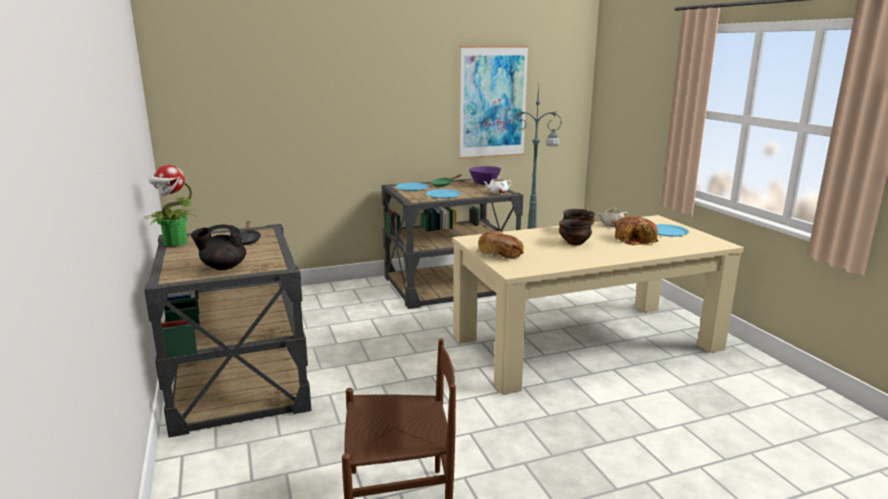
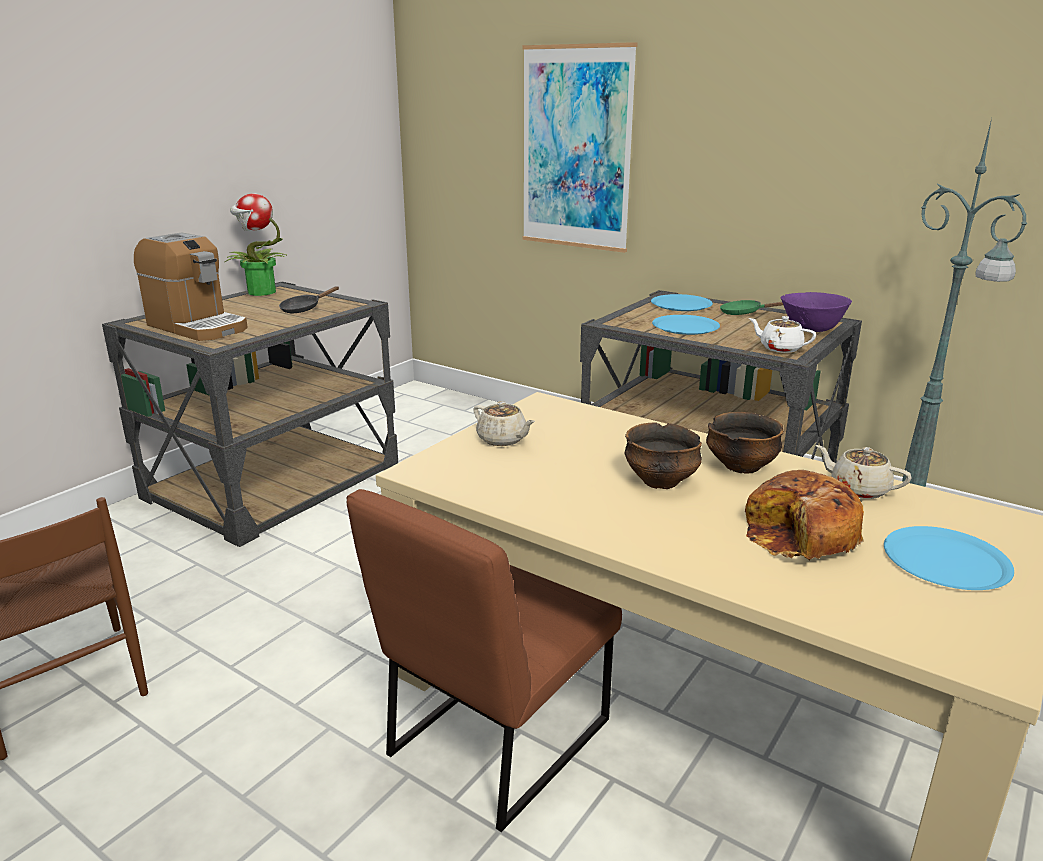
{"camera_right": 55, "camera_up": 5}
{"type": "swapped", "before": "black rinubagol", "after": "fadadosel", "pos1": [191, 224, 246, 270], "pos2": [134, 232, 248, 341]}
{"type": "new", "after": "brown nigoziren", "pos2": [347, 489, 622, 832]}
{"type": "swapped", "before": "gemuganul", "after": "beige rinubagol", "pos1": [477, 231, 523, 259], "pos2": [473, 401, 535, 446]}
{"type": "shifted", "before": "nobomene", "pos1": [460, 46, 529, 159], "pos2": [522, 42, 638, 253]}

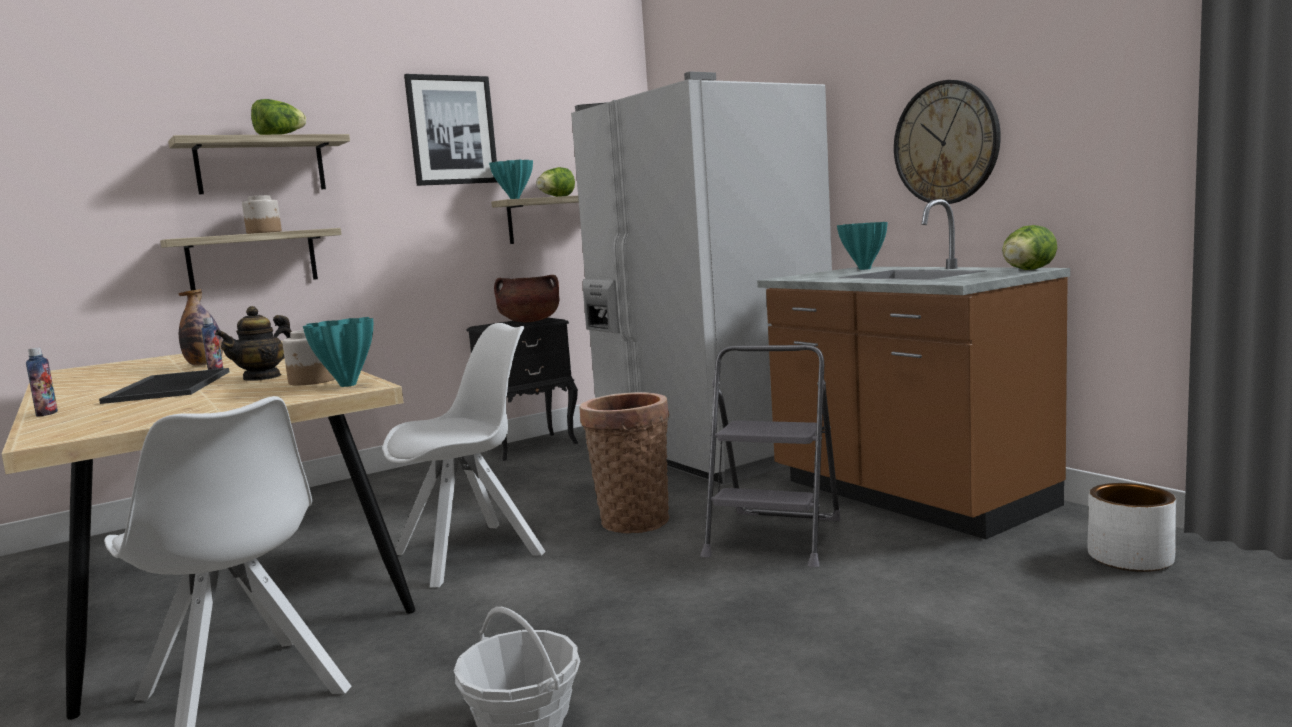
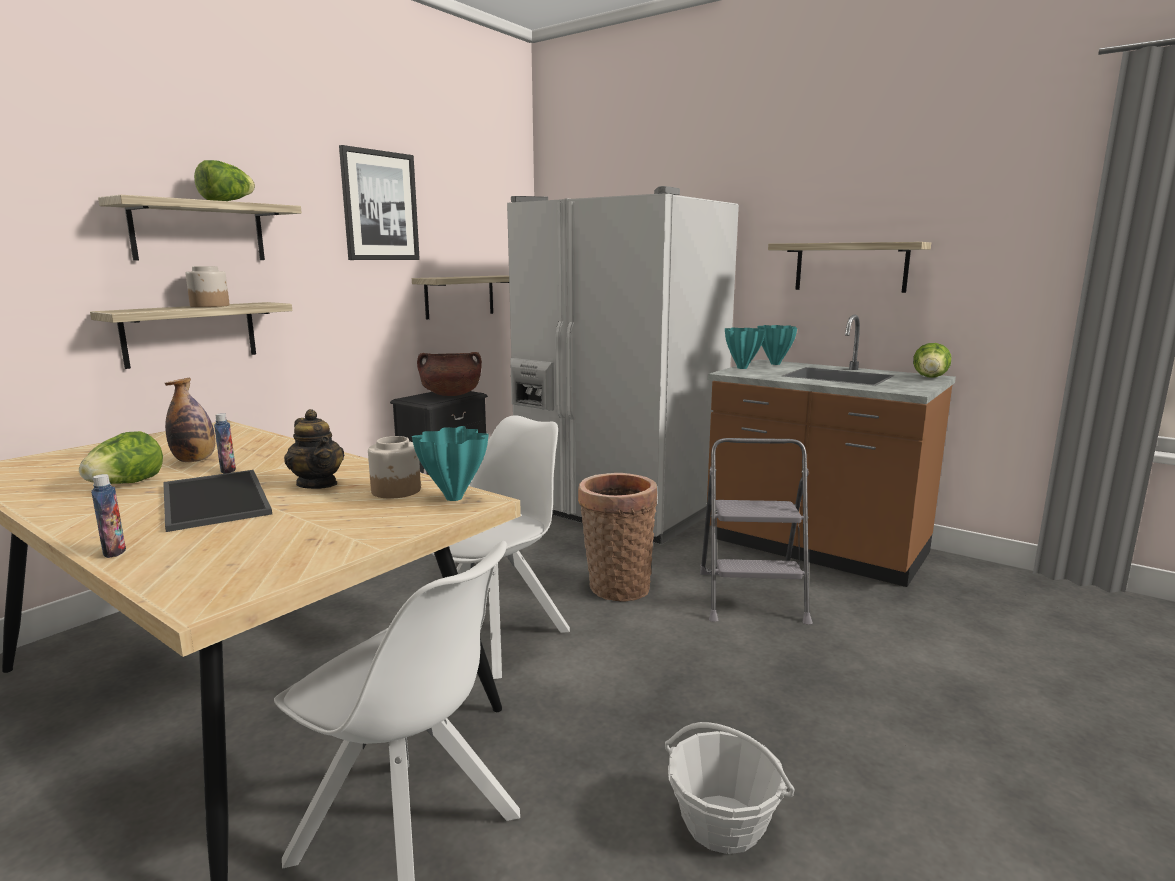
{"camera_right": -20, "camera_up": 5}
{"type": "shifted", "before": "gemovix", "pos1": [536, 167, 575, 197], "pos2": [79, 431, 163, 484]}
{"type": "rotated", "before": "rinubagol", "pos1": [215, 306, 292, 381], "pos2": [284, 409, 344, 489], "turn": -60}
{"type": "shifted", "before": "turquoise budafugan", "pos1": [489, 160, 533, 199], "pos2": [725, 328, 765, 369]}
{"type": "swapped", "before": "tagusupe", "after": "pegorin", "pos1": [894, 80, 1001, 205], "pos2": [768, 242, 931, 293]}
{"type": "gone", "before": "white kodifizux", "pos1": [1087, 483, 1176, 572]}

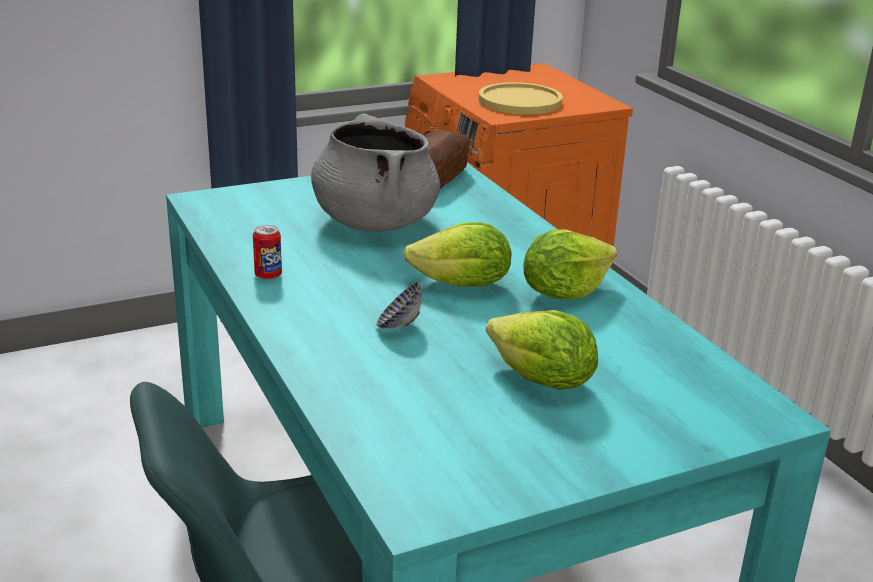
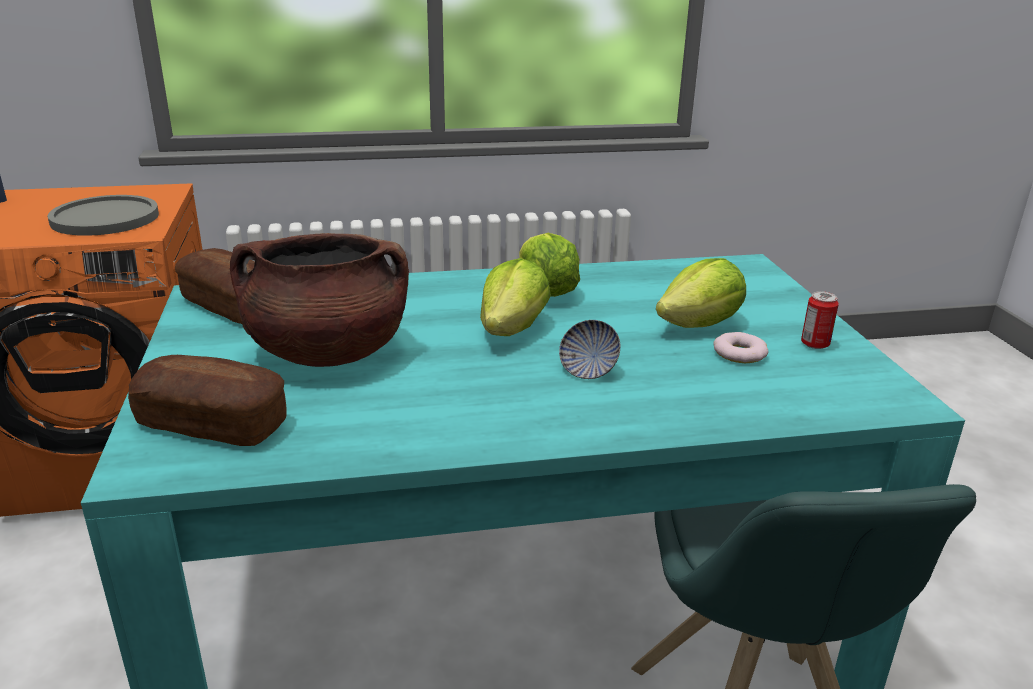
{"camera_right": -75, "camera_up": 0}
{"type": "repainted", "before": "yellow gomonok", "after": "grey gomonok", "pos1": [478, 82, 563, 115], "pos2": [47, 195, 159, 236]}
{"type": "new", "after": "gemuganul", "pos2": [128, 355, 287, 446]}
{"type": "repainted", "before": "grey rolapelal", "after": "brown rolapelal", "pos1": [311, 113, 440, 232], "pos2": [230, 233, 409, 367]}
{"type": "new", "after": "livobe", "pos2": [713, 332, 769, 363]}
{"type": "shifted", "before": "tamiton", "pos1": [253, 225, 282, 280], "pos2": [801, 291, 839, 349]}

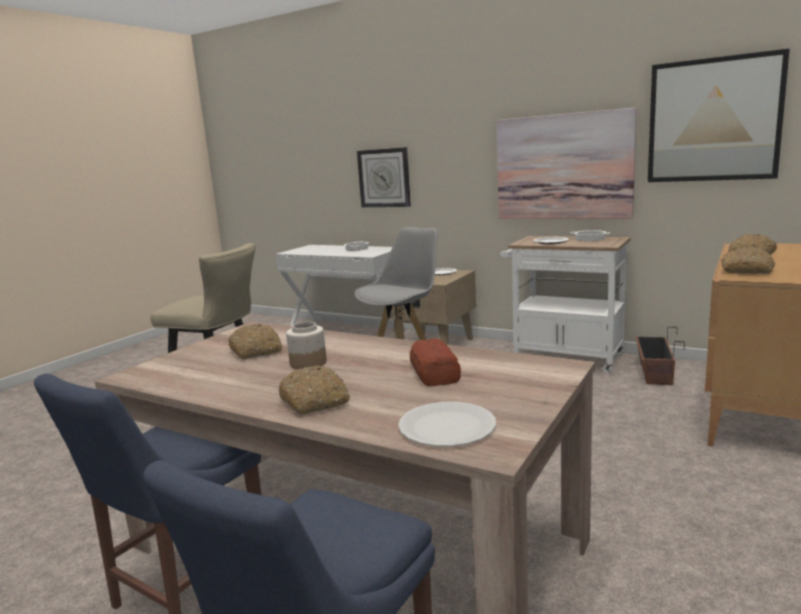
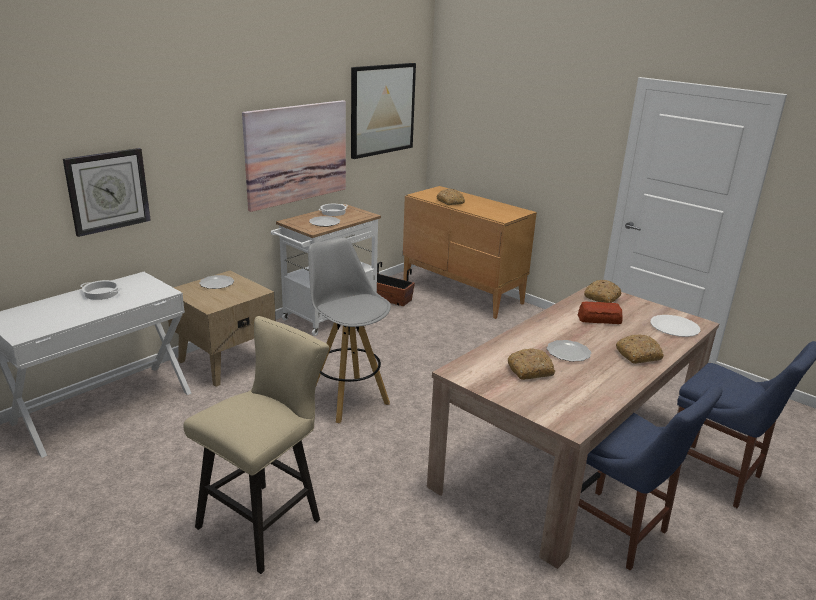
{"camera_right": -80, "camera_up": 10}
{"type": "swapped", "before": "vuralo", "after": "gomonok", "pos1": [286, 322, 327, 369], "pos2": [547, 340, 591, 362]}
{"type": "shifted", "before": "gemuganul", "pos1": [722, 247, 775, 274], "pos2": [584, 280, 621, 303]}

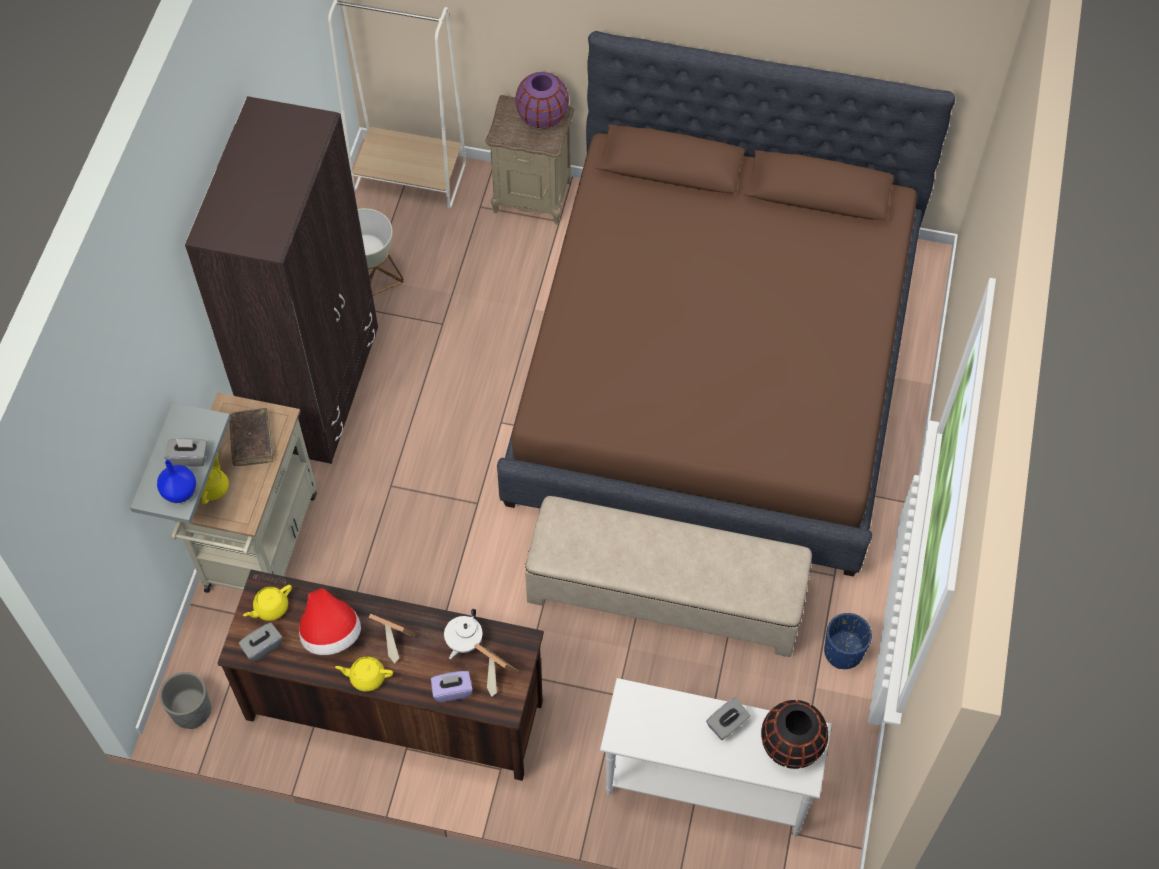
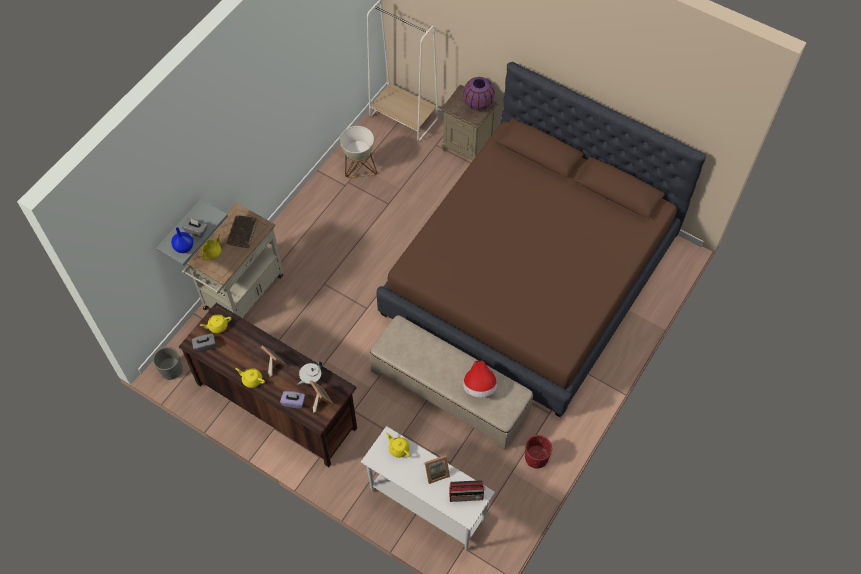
{"camera_right": 20, "camera_up": 0}
{"type": "new", "after": "yellow rinubagol", "pos2": [386, 432, 411, 458]}
{"type": "swapped", "before": "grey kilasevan", "after": "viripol", "pos1": [706, 697, 750, 740], "pos2": [423, 455, 450, 484]}
{"type": "swapped", "before": "black budafugan", "after": "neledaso", "pos1": [761, 700, 828, 769], "pos2": [449, 480, 485, 502]}
{"type": "shifted", "before": "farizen", "pos1": [299, 588, 361, 655], "pos2": [463, 361, 497, 398]}
{"type": "repainted", "before": "blue kodifizux", "after": "red kodifizux", "pos1": [824, 613, 872, 669], "pos2": [525, 435, 552, 468]}
{"type": "gone", "before": "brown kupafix", "pos1": [185, 96, 378, 464]}

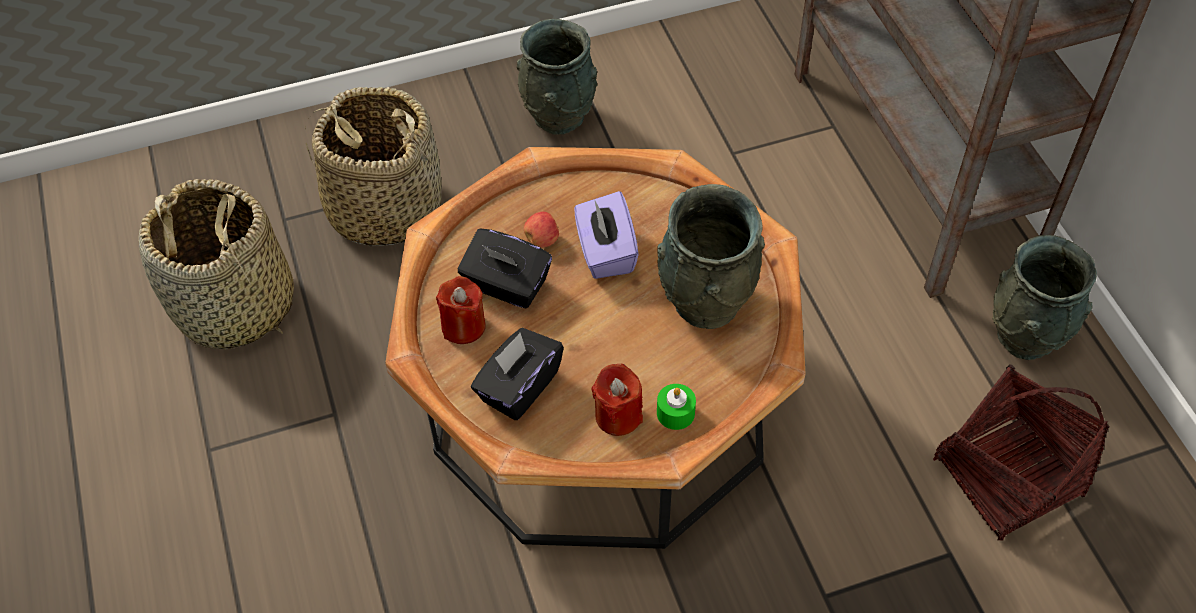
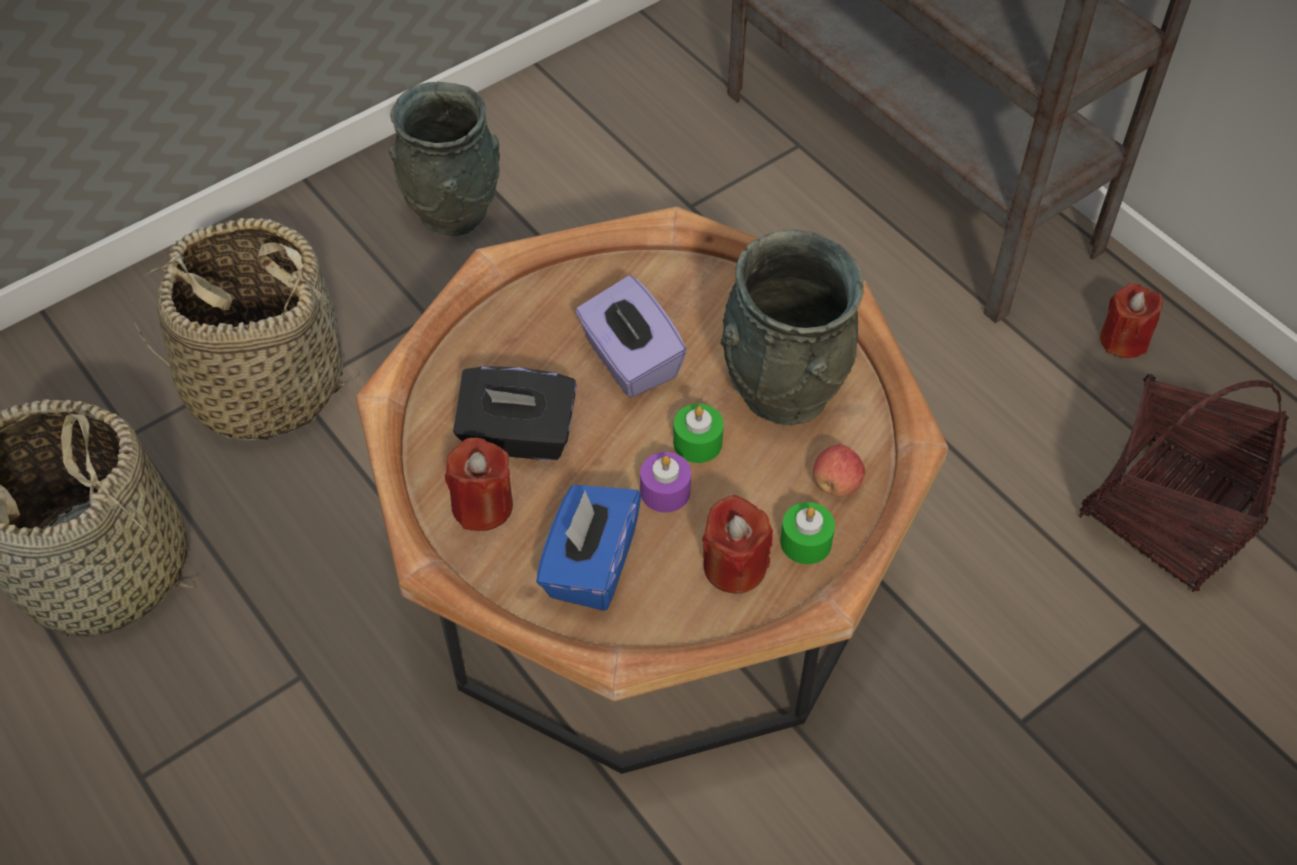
{"camera_right": -20, "camera_up": 0}
{"type": "repainted", "before": "black kilasevan", "after": "blue kilasevan", "pos1": [471, 328, 564, 420], "pos2": [536, 485, 641, 611]}
{"type": "new", "after": "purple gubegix", "pos2": [640, 452, 691, 513]}
{"type": "new", "after": "green gubegix", "pos2": [673, 404, 724, 463]}
{"type": "shifted", "before": "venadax", "pos1": [524, 212, 559, 248], "pos2": [813, 444, 865, 497]}
{"type": "swapped", "before": "grey budafugan", "after": "red gubegix", "pos1": [992, 235, 1097, 360], "pos2": [1100, 283, 1163, 359]}

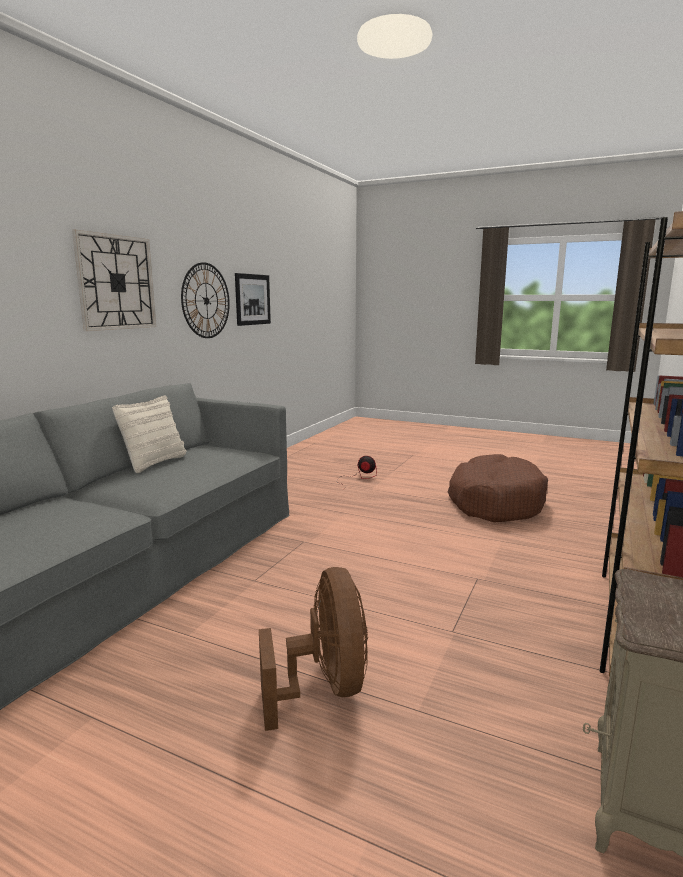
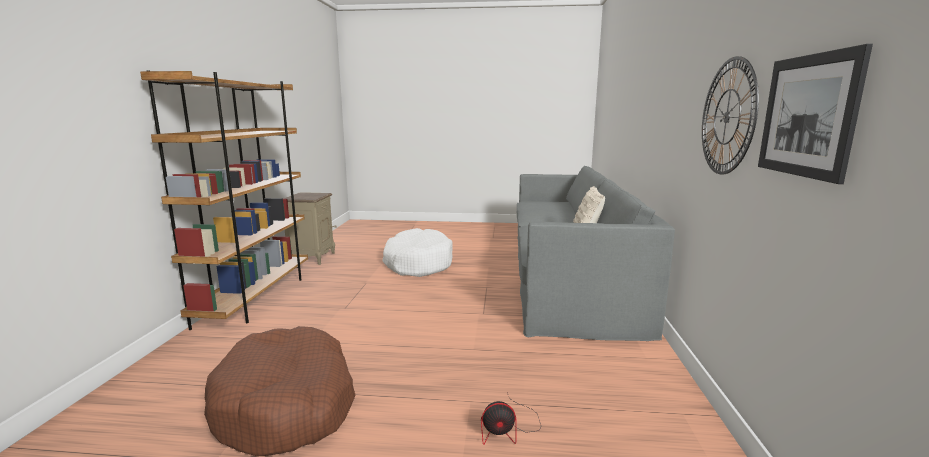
{"camera_right": 160, "camera_up": 0}
{"type": "swapped", "before": "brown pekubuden", "after": "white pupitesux", "pos1": [259, 567, 368, 731], "pos2": [382, 228, 453, 277]}
{"type": "gone", "before": "tagusupe", "pos1": [72, 230, 156, 331]}

